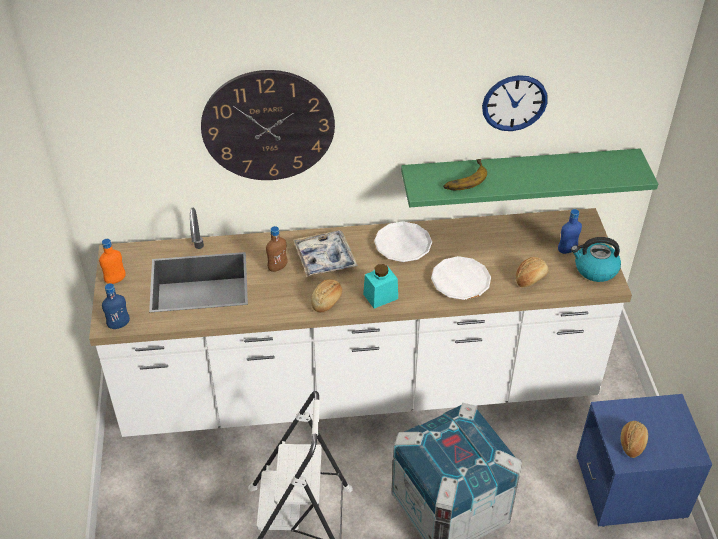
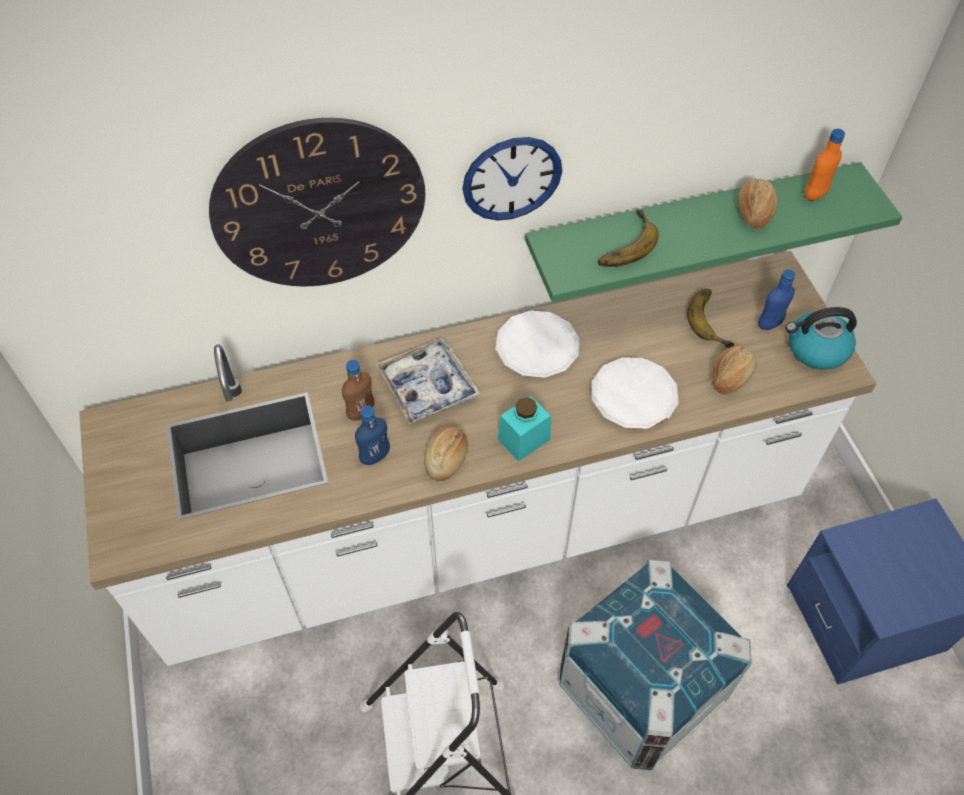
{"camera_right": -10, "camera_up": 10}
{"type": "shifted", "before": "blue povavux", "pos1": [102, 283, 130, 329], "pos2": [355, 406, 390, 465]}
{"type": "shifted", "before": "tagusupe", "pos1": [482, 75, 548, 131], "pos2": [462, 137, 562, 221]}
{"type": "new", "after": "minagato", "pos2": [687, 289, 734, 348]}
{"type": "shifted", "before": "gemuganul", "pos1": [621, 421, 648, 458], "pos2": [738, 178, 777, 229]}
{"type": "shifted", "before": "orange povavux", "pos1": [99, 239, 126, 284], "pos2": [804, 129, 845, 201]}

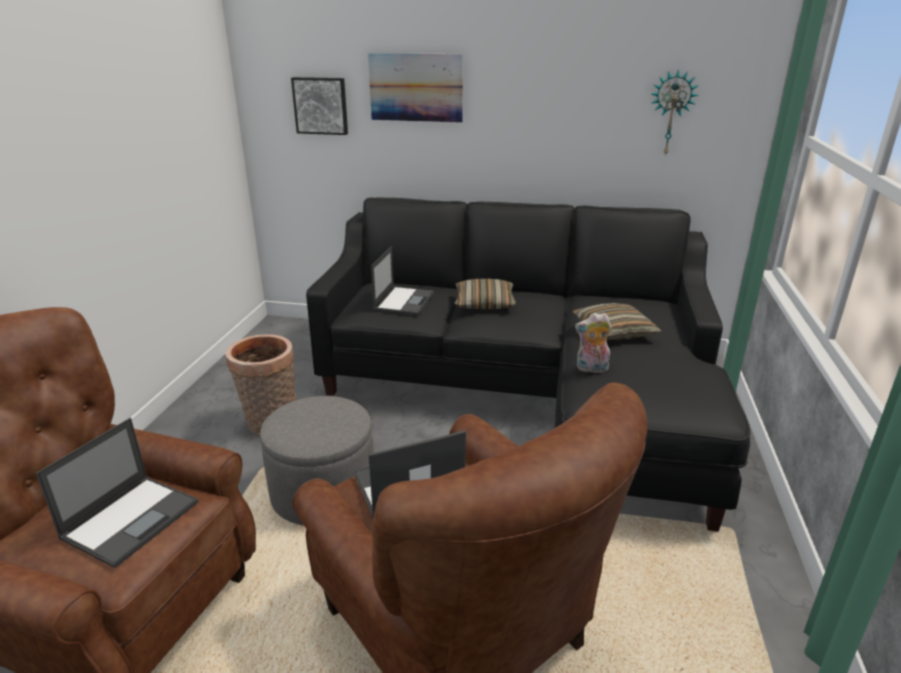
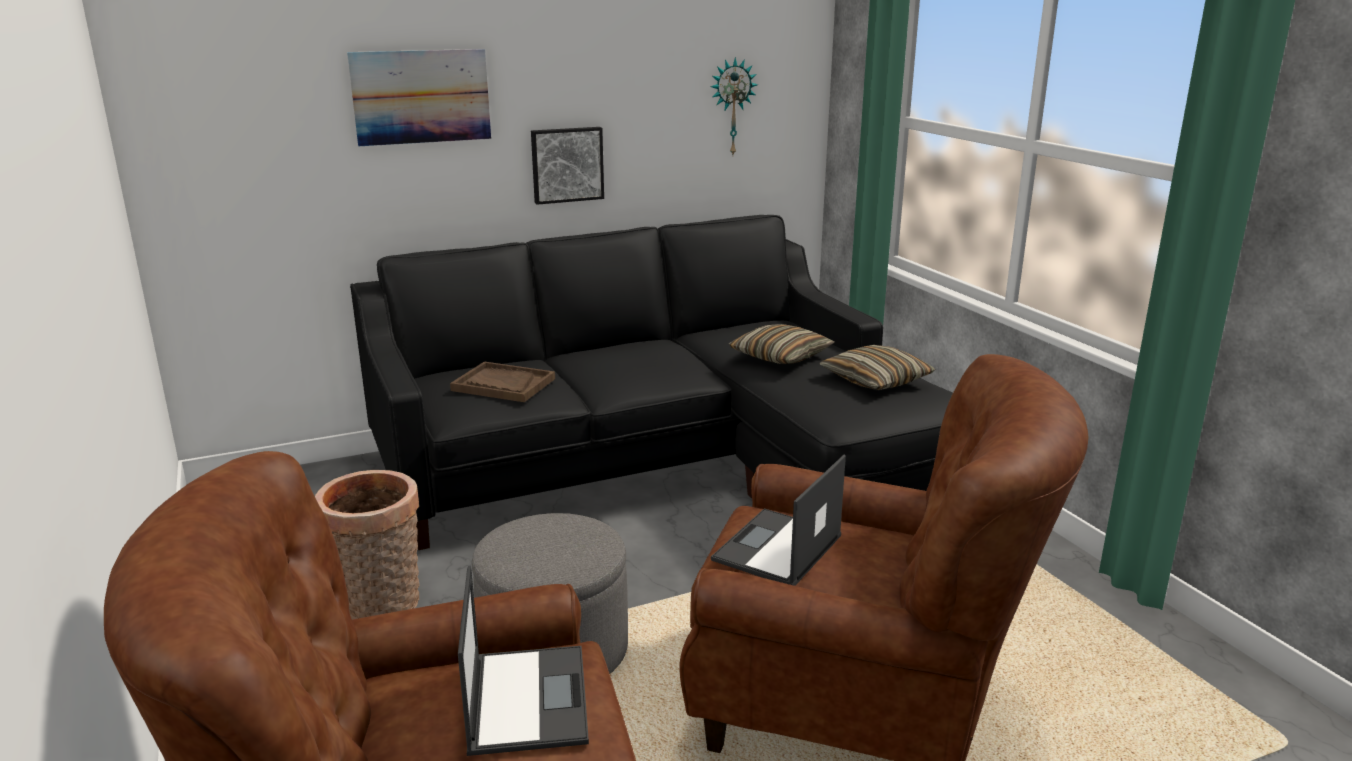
{"camera_right": -35, "camera_up": -5}
{"type": "swapped", "before": "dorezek", "after": "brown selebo", "pos1": [371, 246, 434, 315], "pos2": [450, 361, 555, 402]}
{"type": "shifted", "before": "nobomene", "pos1": [291, 77, 348, 135], "pos2": [531, 127, 604, 205]}
{"type": "shifted", "before": "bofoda", "pos1": [455, 279, 516, 310], "pos2": [820, 345, 935, 390]}
{"type": "gone", "before": "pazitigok", "pos1": [575, 313, 612, 373]}

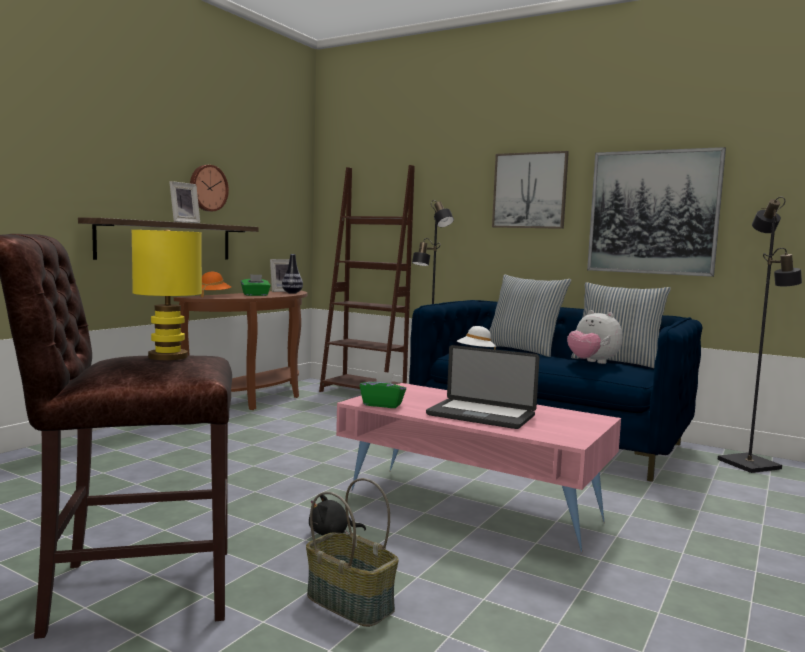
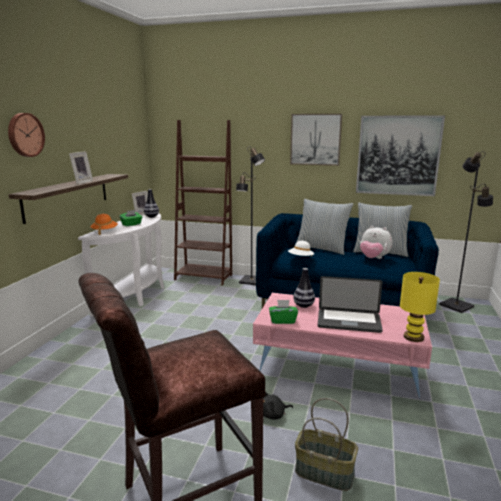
{"camera_right": -15, "camera_up": 10}
{"type": "shifted", "before": "tagusupe", "pos1": [190, 165, 229, 211], "pos2": [8, 113, 45, 157]}
{"type": "repainted", "before": "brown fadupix", "after": "white fadupix", "pos1": [174, 290, 307, 410], "pos2": [78, 214, 164, 317]}
{"type": "new", "after": "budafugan", "pos2": [293, 268, 315, 308]}
{"type": "shifted", "before": "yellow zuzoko", "pos1": [131, 230, 202, 360], "pos2": [400, 272, 440, 342]}

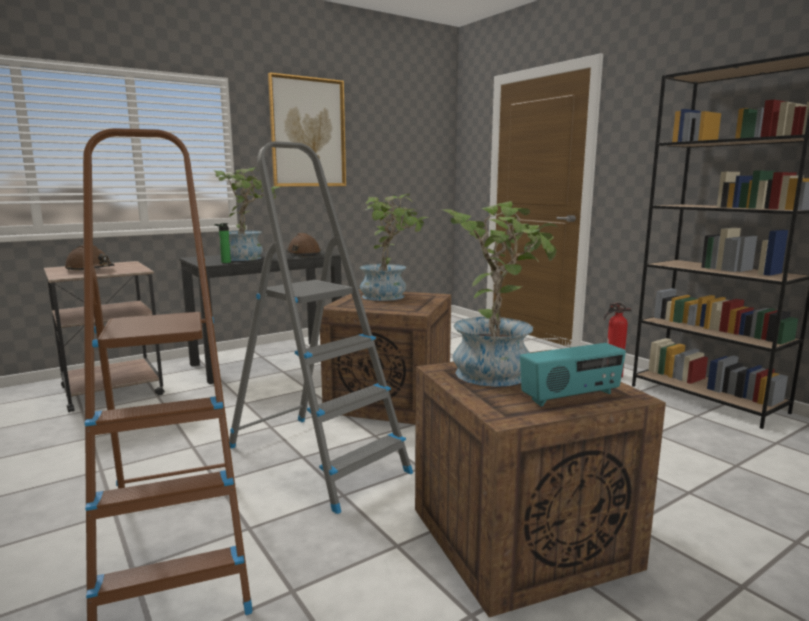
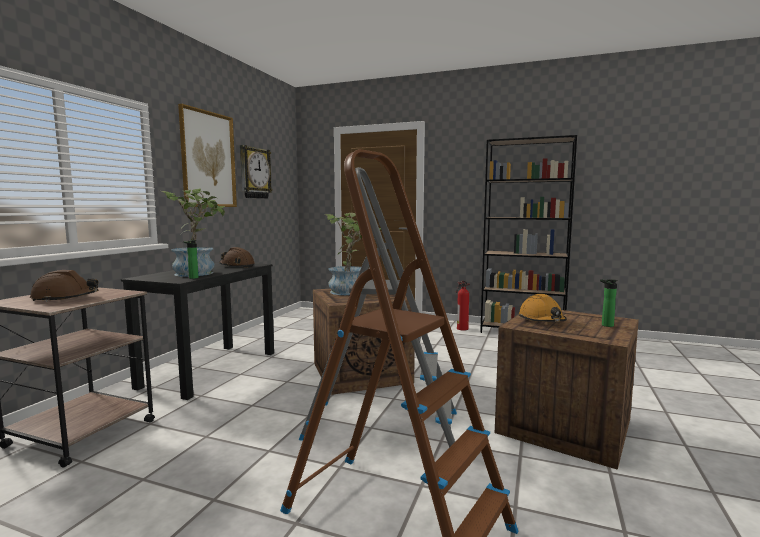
{"camera_right": -35, "camera_up": -5}
{"type": "new", "after": "tagusupe", "pos2": [240, 145, 273, 199]}
{"type": "swapped", "before": "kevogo", "after": "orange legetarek", "pos1": [443, 201, 557, 387], "pos2": [519, 294, 567, 322]}
{"type": "swapped", "before": "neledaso", "after": "povavux", "pos1": [520, 343, 626, 406], "pos2": [600, 279, 618, 327]}

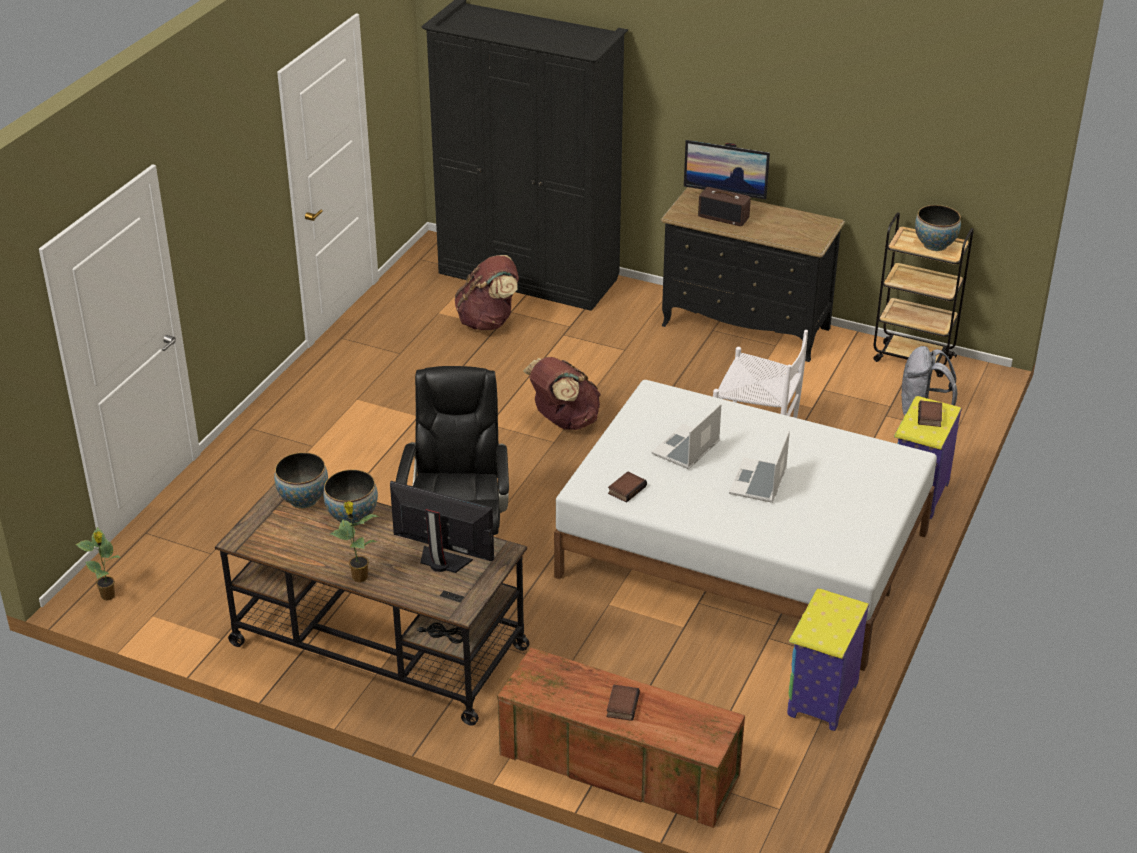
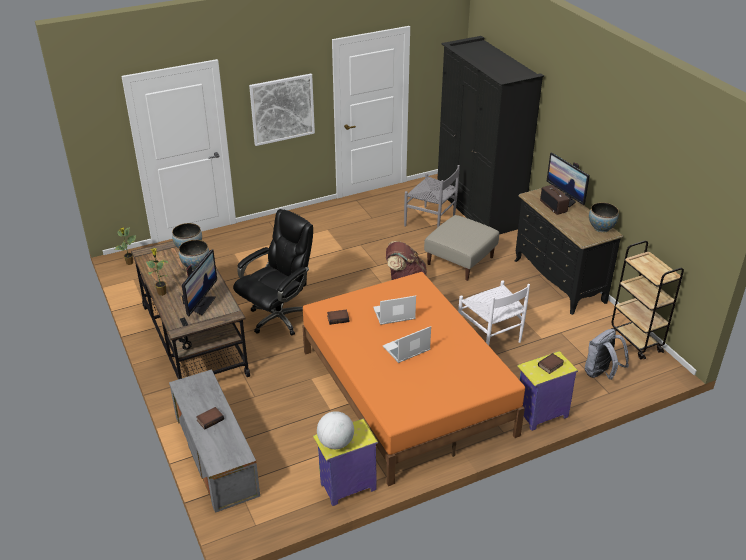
{"camera_right": 40, "camera_up": 0}
{"type": "repainted", "before": "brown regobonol", "after": "grey regobonol", "pos1": [497, 647, 745, 828], "pos2": [169, 369, 260, 513]}
{"type": "rotated", "before": "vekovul", "pos1": [390, 481, 494, 573], "pos2": [182, 249, 217, 316], "turn": 45}
{"type": "new", "after": "nobomene", "pos2": [249, 74, 315, 146]}
{"type": "repainted", "before": "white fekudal", "after": "orange fekudal", "pos1": [554, 380, 937, 671], "pos2": [302, 272, 525, 486]}
{"type": "new", "after": "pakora", "pos2": [317, 411, 354, 449]}
{"type": "swapped", "before": "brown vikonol", "after": "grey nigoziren", "pos1": [455, 255, 519, 330], "pos2": [404, 165, 460, 228]}
{"type": "new", "after": "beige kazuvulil", "pos2": [424, 215, 499, 281]}
{"type": "shifted", "before": "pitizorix", "pos1": [915, 205, 961, 251], "pos2": [589, 202, 619, 233]}

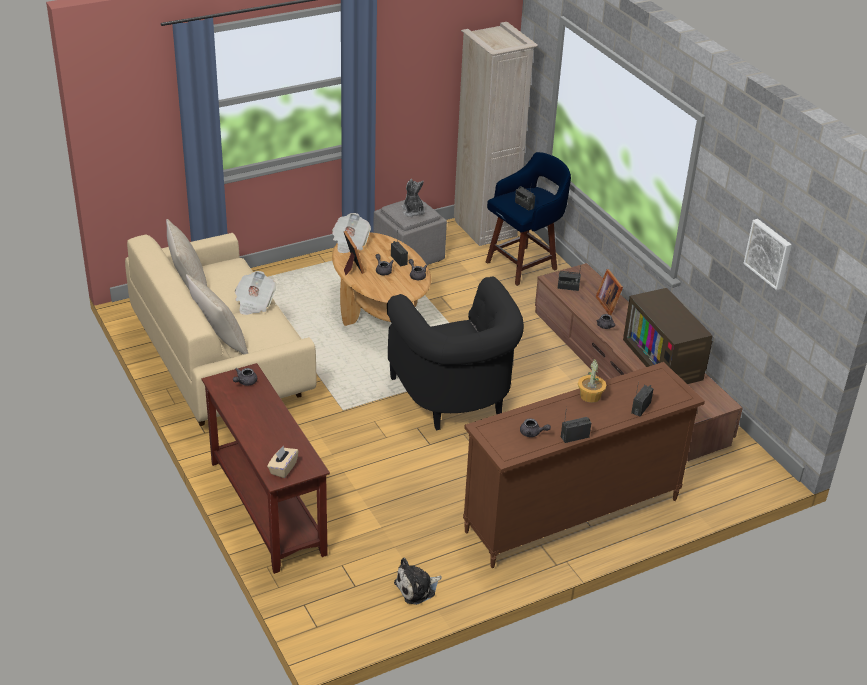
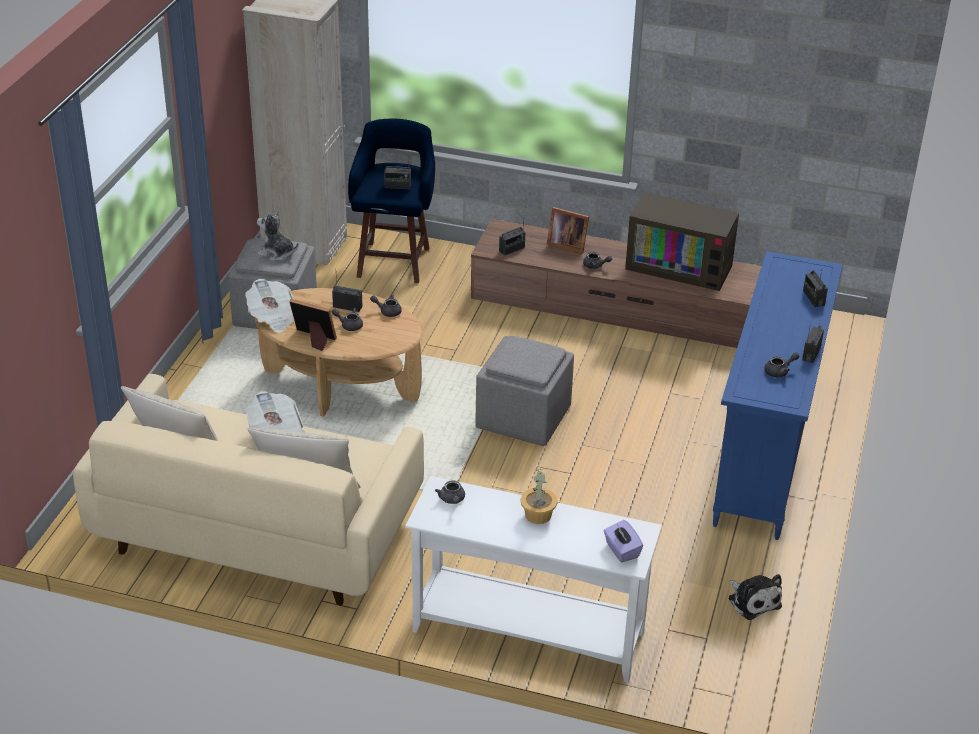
{"camera_right": -45, "camera_up": 0}
{"type": "repainted", "before": "brown fadupix", "after": "white fadupix", "pos1": [202, 363, 330, 574], "pos2": [405, 476, 662, 683]}
{"type": "swapped", "before": "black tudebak", "after": "grey kazuvulil", "pos1": [387, 277, 524, 430], "pos2": [475, 336, 574, 446]}
{"type": "shifted", "before": "kevogo", "pos1": [578, 358, 606, 403], "pos2": [520, 469, 558, 524]}
{"type": "repainted", "before": "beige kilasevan", "after": "purple kilasevan", "pos1": [267, 446, 299, 478], "pos2": [604, 520, 643, 563]}
{"type": "repainted", "before": "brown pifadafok", "after": "blue pifadafok", "pos1": [463, 362, 705, 568], "pos2": [713, 251, 843, 540]}
{"type": "rotated", "before": "pazitigok", "pos1": [394, 558, 442, 605], "pos2": [729, 574, 782, 620], "turn": -45}
{"type": "gone", "before": "nobomene", "pos1": [743, 219, 792, 290]}

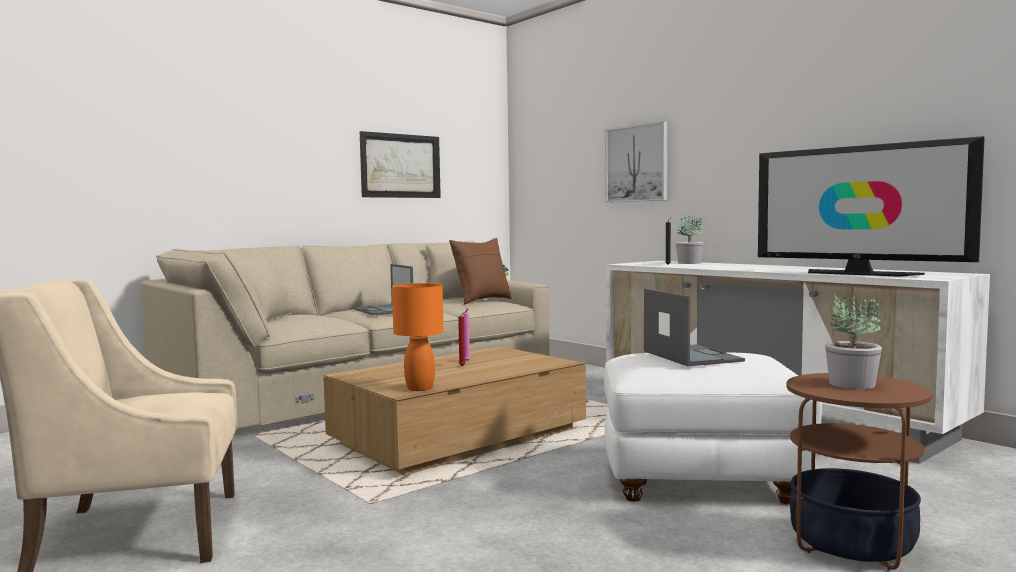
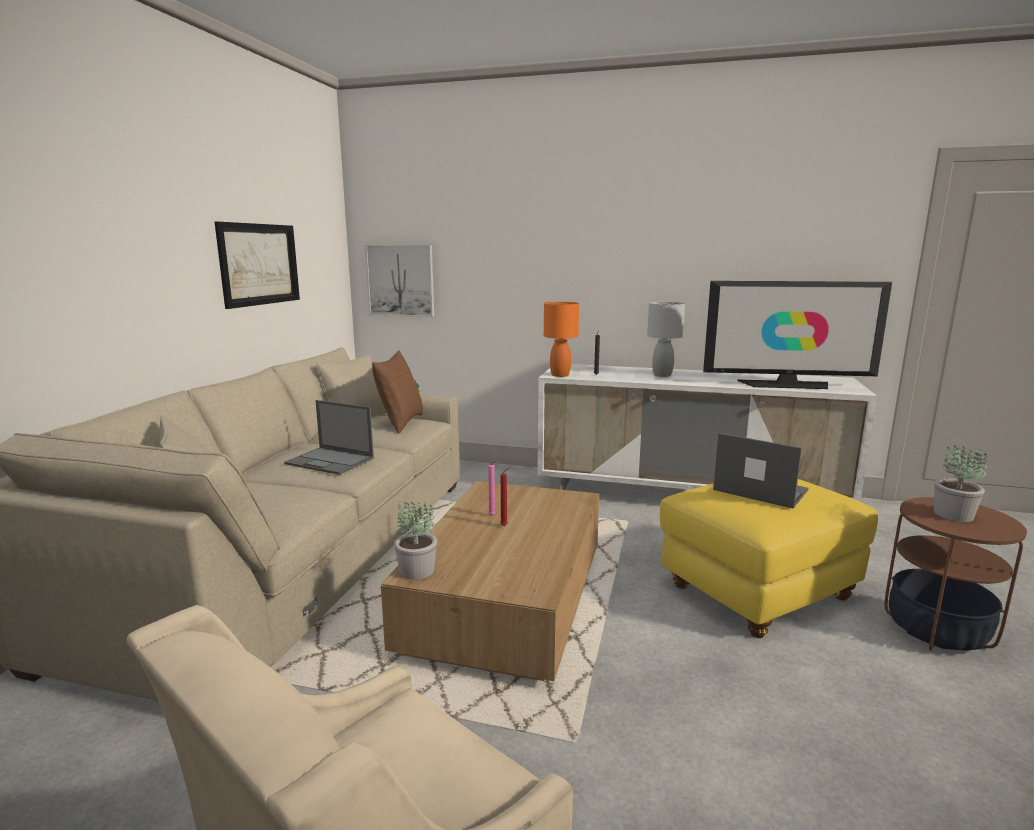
{"camera_right": -35, "camera_up": 10}
{"type": "shifted", "before": "nobomene", "pos1": [605, 121, 667, 203], "pos2": [365, 245, 434, 317]}
{"type": "shifted", "before": "kevogo", "pos1": [676, 215, 703, 264], "pos2": [394, 501, 437, 580]}
{"type": "shifted", "before": "orange zuzoko", "pos1": [392, 283, 444, 391], "pos2": [544, 302, 579, 377]}
{"type": "new", "after": "grey zuzoko", "pos2": [647, 302, 685, 377]}
{"type": "repainted", "before": "white kazuvulil", "after": "yellow kazuvulil", "pos1": [604, 352, 822, 505], "pos2": [660, 479, 878, 638]}

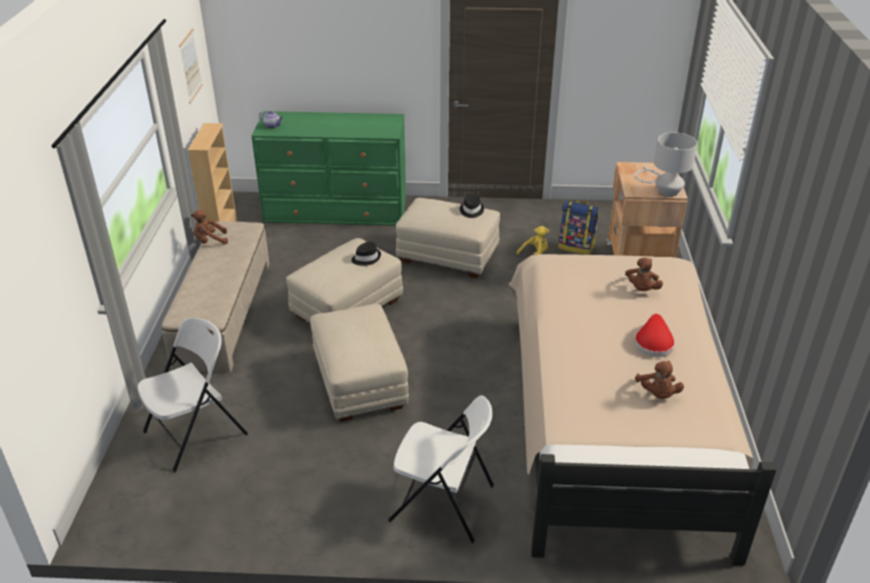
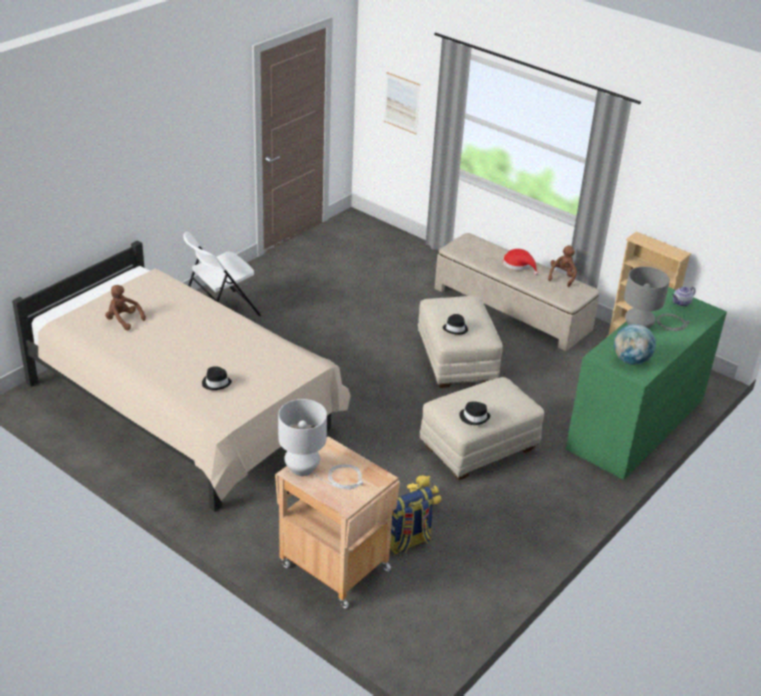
{"camera_right": 125, "camera_up": 0}
{"type": "swapped", "before": "brown pazitigok", "after": "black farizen", "pos1": [625, 257, 663, 291], "pos2": [202, 366, 232, 390]}
{"type": "shifted", "before": "nobomene", "pos1": [179, 29, 203, 104], "pos2": [384, 72, 420, 134]}
{"type": "shifted", "before": "red farizen", "pos1": [634, 314, 675, 357], "pos2": [503, 249, 538, 275]}
{"type": "new", "after": "pakora", "pos2": [614, 324, 656, 365]}
{"type": "new", "after": "grey zuzoko", "pos2": [624, 267, 690, 331]}
{"type": "gone", "before": "white nigoziren", "pos1": [138, 318, 248, 472]}
{"type": "gone", "before": "beige kazuvulil", "pos1": [310, 304, 409, 422]}

